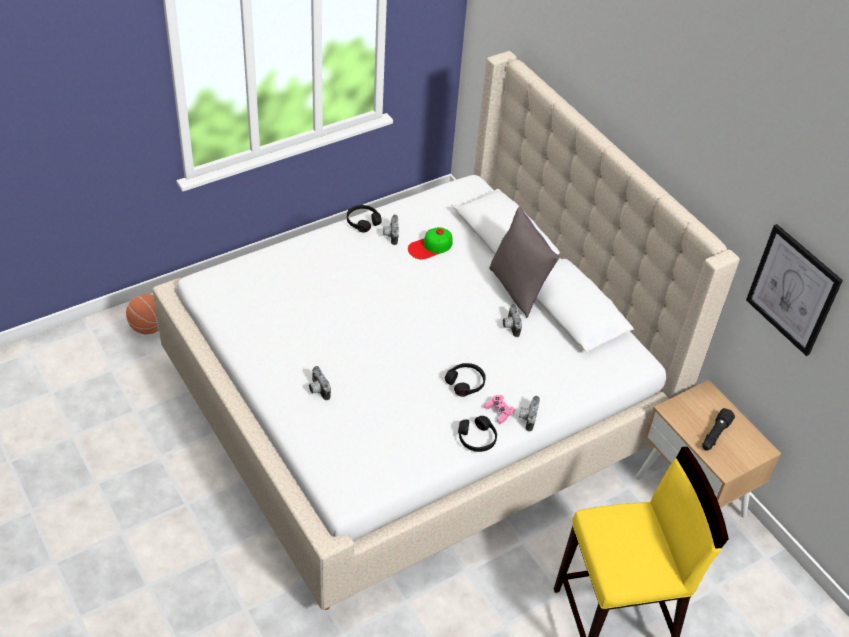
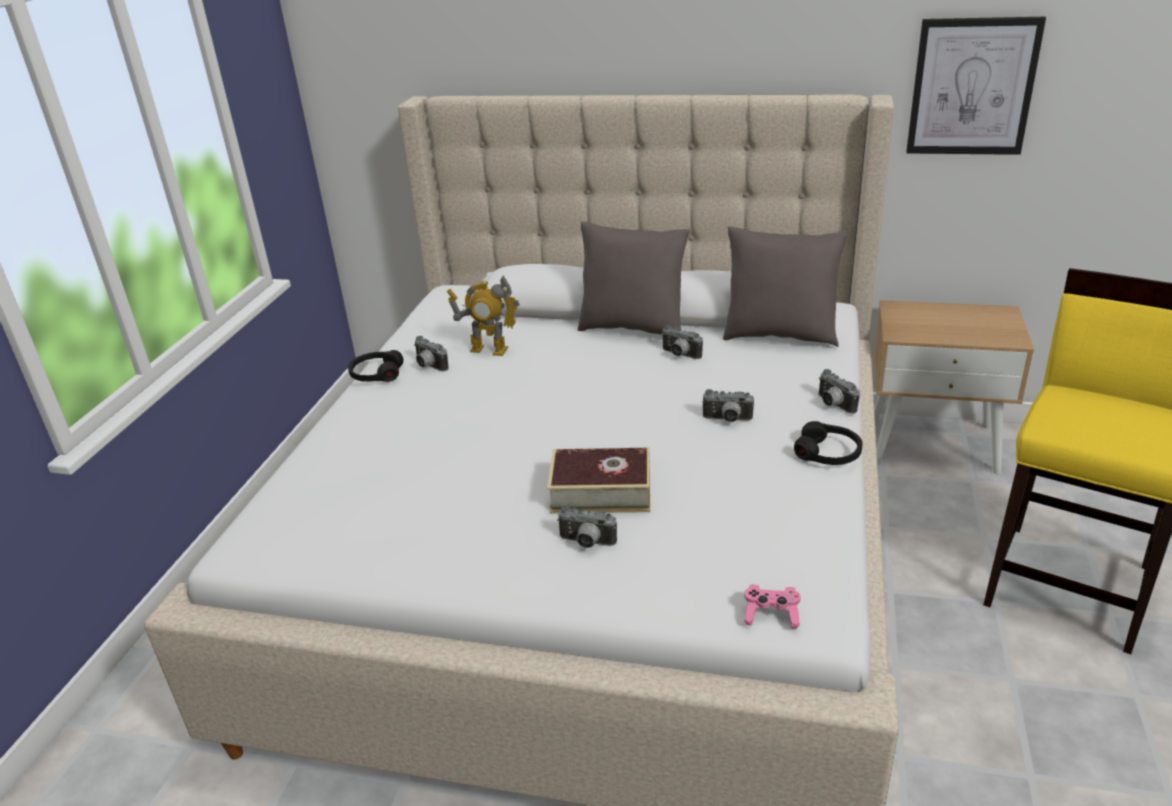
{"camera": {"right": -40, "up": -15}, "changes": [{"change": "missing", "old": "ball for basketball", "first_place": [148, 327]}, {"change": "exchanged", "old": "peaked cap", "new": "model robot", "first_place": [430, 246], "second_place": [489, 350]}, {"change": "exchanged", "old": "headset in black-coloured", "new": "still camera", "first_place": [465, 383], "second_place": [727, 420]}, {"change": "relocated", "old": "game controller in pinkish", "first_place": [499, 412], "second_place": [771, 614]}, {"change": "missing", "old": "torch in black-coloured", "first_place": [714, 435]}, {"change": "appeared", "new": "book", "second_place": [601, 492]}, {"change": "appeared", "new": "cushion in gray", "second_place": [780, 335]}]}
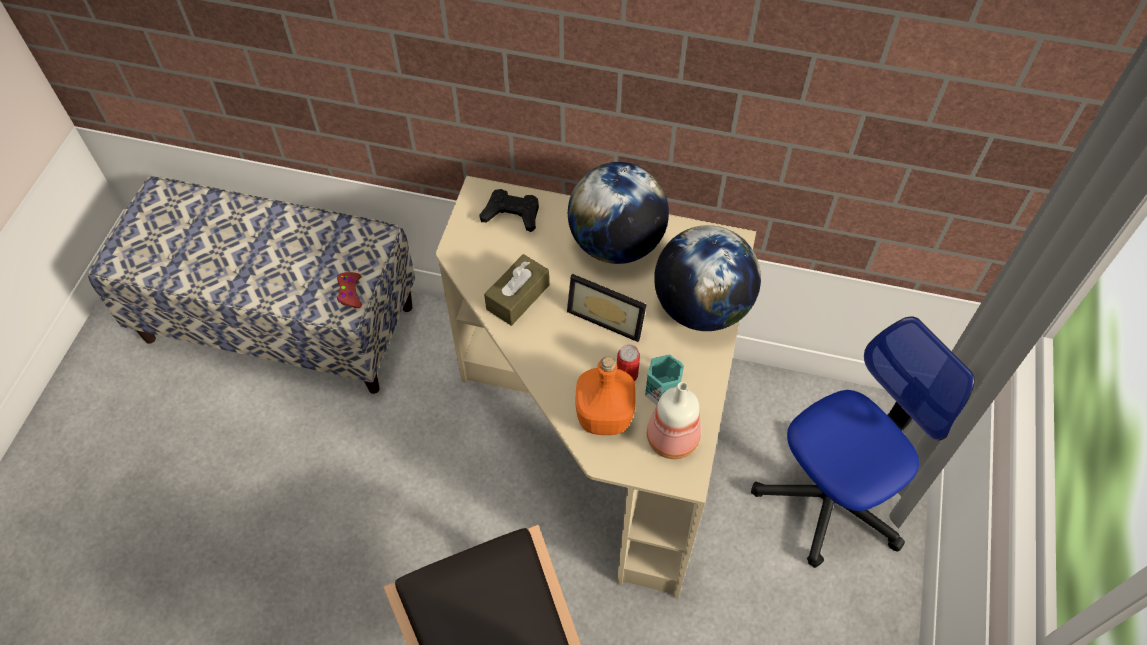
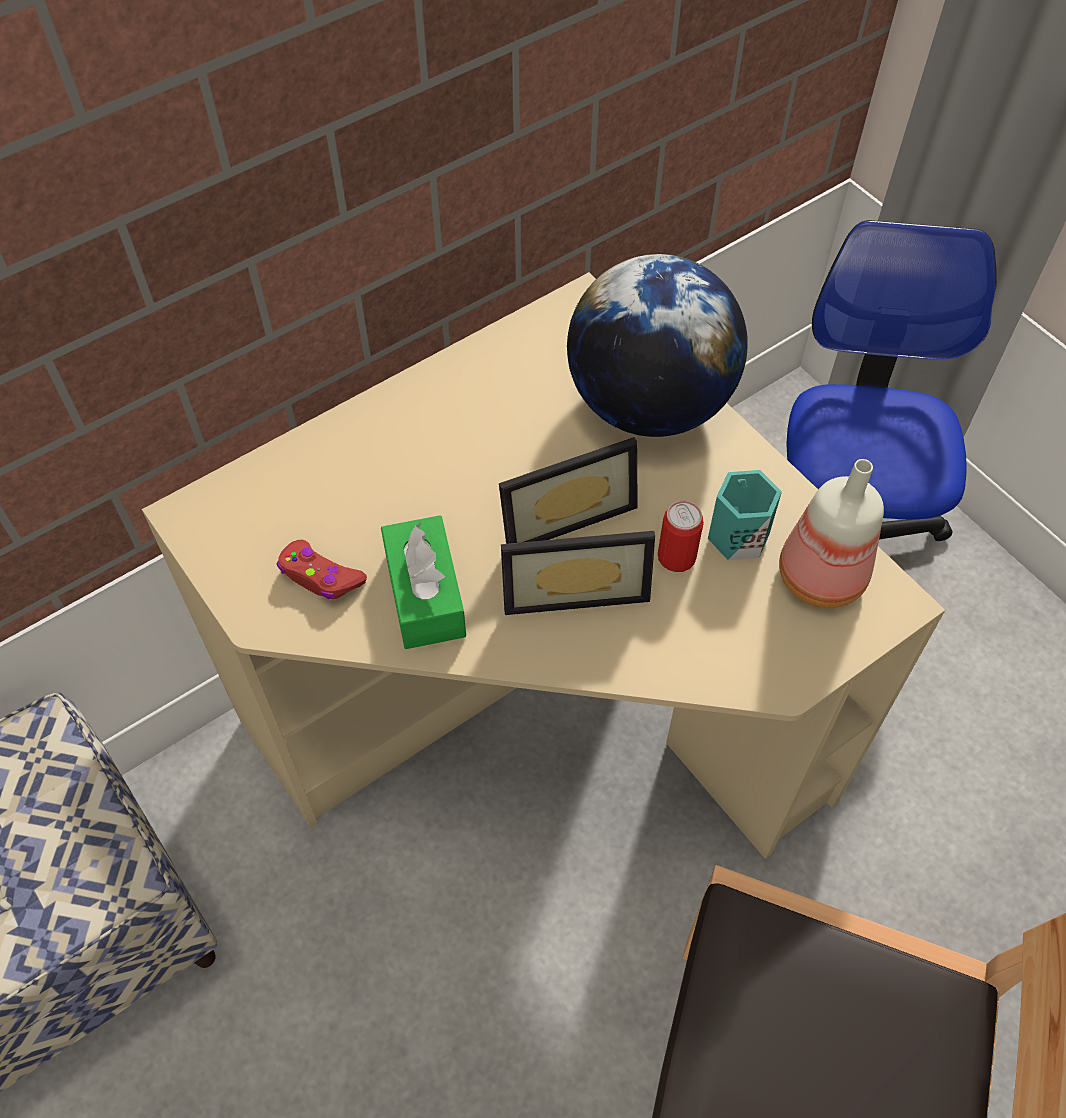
{"camera": {"right": -50, "up": 0}, "changes": [{"change": "relocated", "old": "game controller in red", "first_place": [350, 293], "second_place": [320, 577]}, {"change": "missing", "old": "game controller in black-coloured", "first_place": [512, 214]}, {"change": "colour", "old": "tissue box in brownish", "new": "tissue box in green-coloured", "first_place": [518, 297], "second_place": [425, 594]}, {"change": "missing", "old": "world globe", "first_place": [616, 244]}, {"change": "missing", "old": "beverage bottle in orange-coloured", "first_place": [604, 418]}, {"change": "appeared", "new": "photo frame", "second_place": [574, 585]}]}
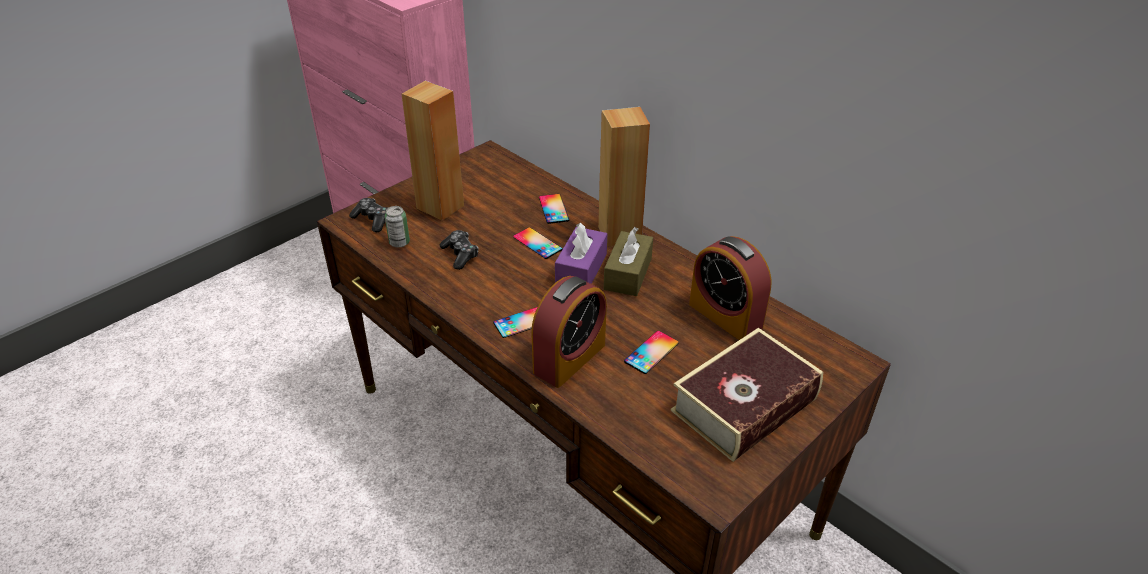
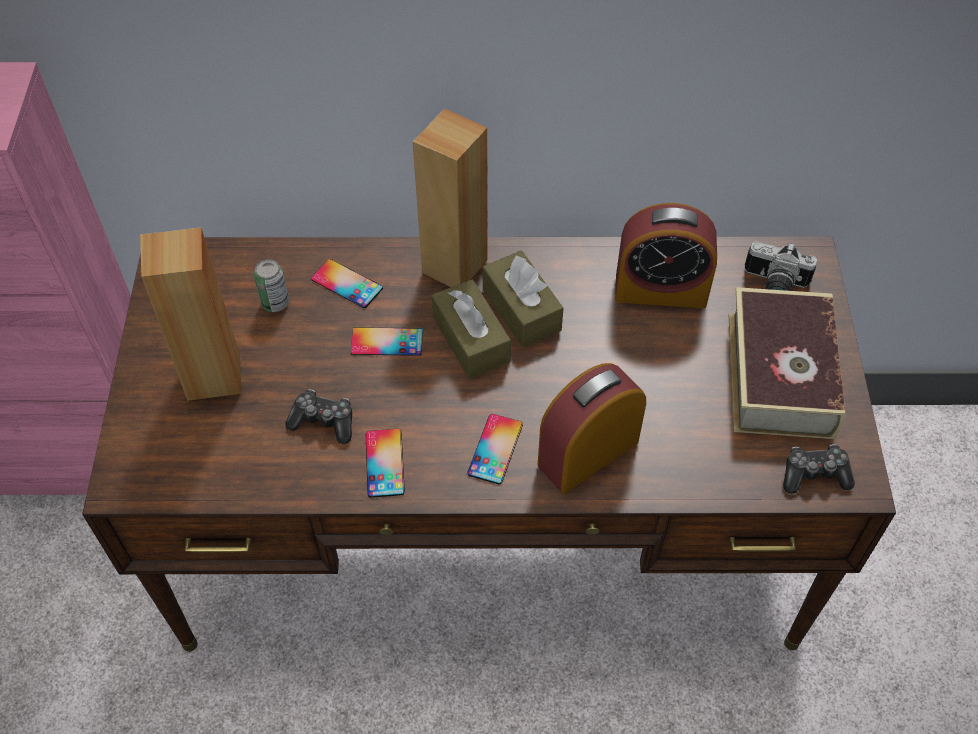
{"camera": {"right": -45, "up": 15}, "changes": [{"change": "relocated", "old": "game controller", "first_place": [373, 220], "second_place": [814, 474]}, {"change": "relocated", "old": "can", "first_place": [399, 242], "second_place": [275, 303]}, {"change": "spun", "old": "alarm clock", "first_place": [569, 358], "second_place": [588, 453], "degrees": -120}, {"change": "colour", "old": "tissue box in purple", "new": "tissue box in brownish", "first_place": [581, 269], "second_place": [471, 339]}, {"change": "relocated", "old": "phone", "first_place": [651, 352], "second_place": [384, 463]}, {"change": "appeared", "new": "still camera", "second_place": [774, 285]}]}
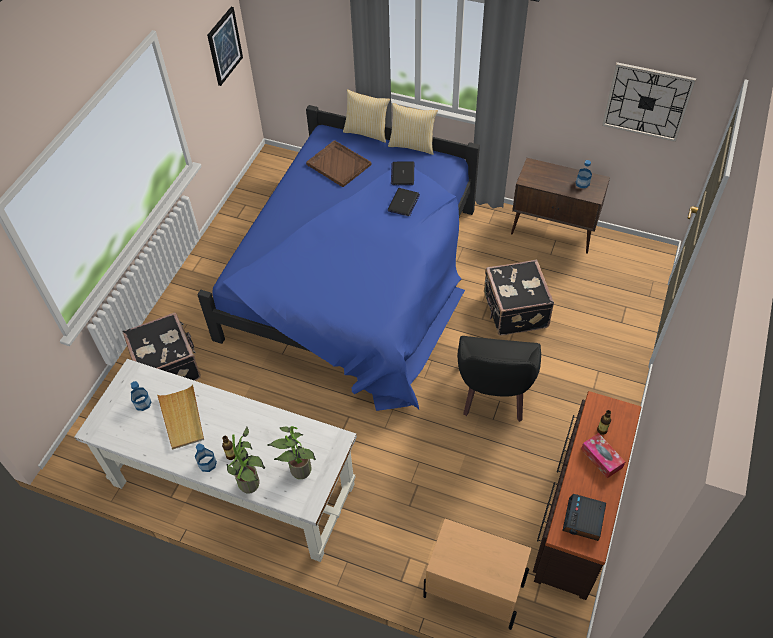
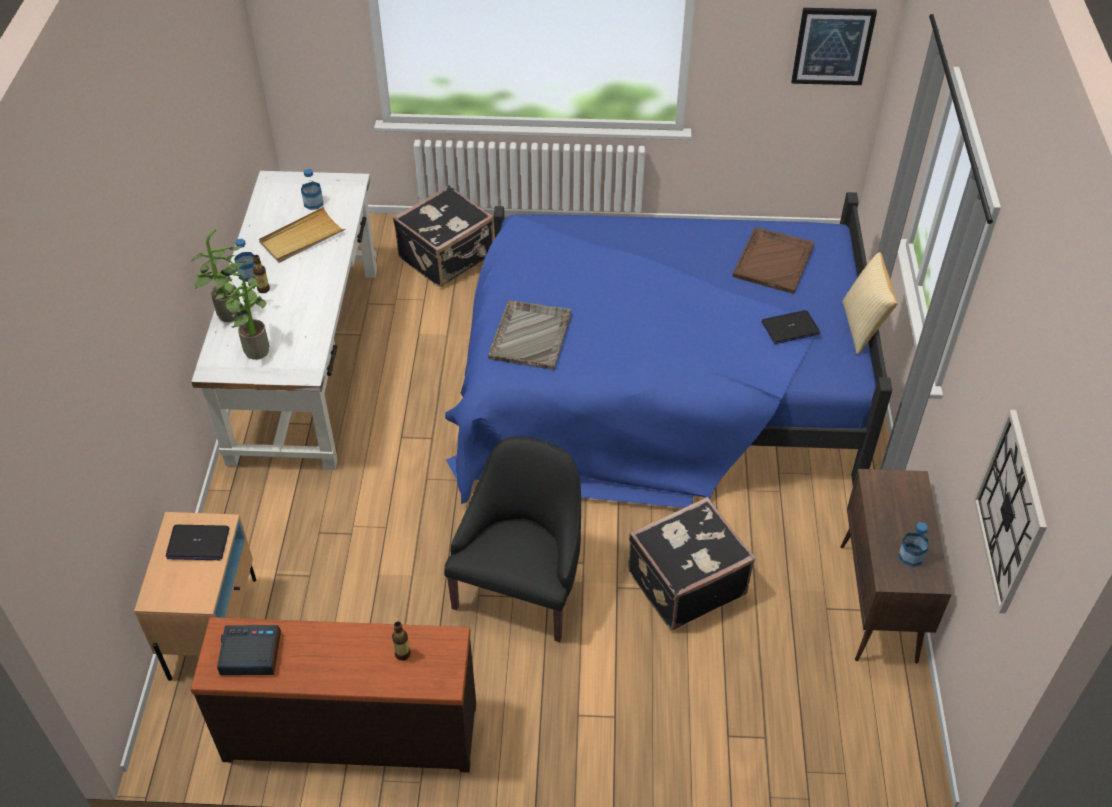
{"camera": {"right": 70, "up": -5}, "changes": [{"change": "missing", "old": "cushion", "first_place": [367, 132]}, {"change": "relocated", "old": "laptop", "first_place": [403, 203], "second_place": [197, 543]}, {"change": "spun", "old": "easy chair in black-coloured", "first_place": [494, 394], "second_place": [522, 587], "degrees": 120}, {"change": "missing", "old": "tissue box", "first_place": [601, 458]}, {"change": "appeared", "new": "carrying tray in gray", "second_place": [531, 335]}]}
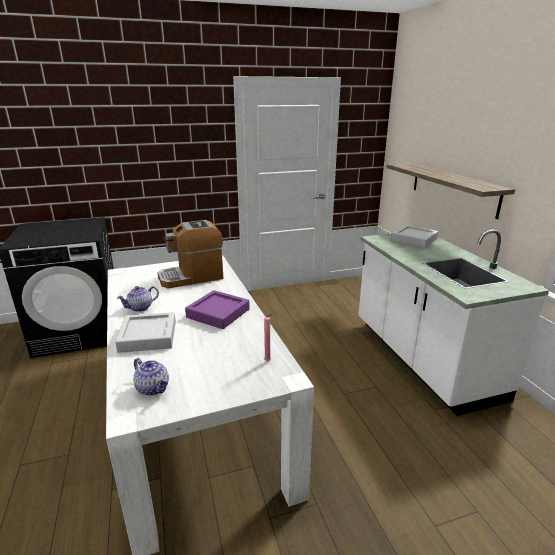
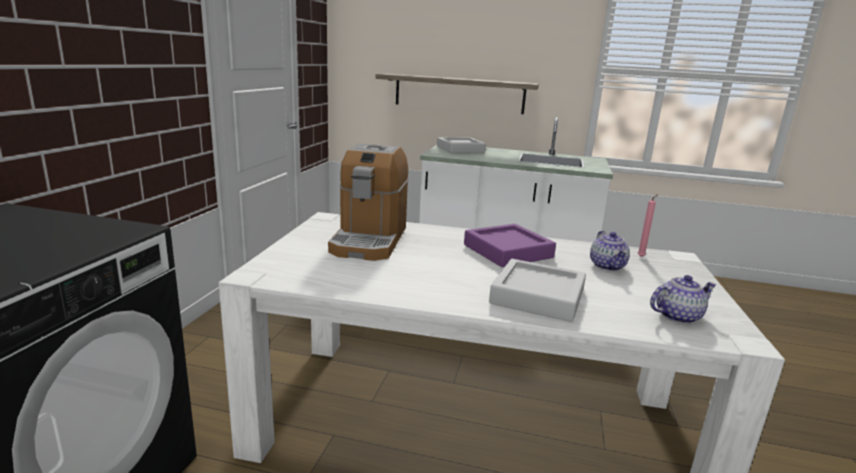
{"camera": {"right": -60, "up": -5}, "changes": [{"change": "relocated", "old": "teapot", "first_place": [140, 308], "second_place": [608, 266]}]}
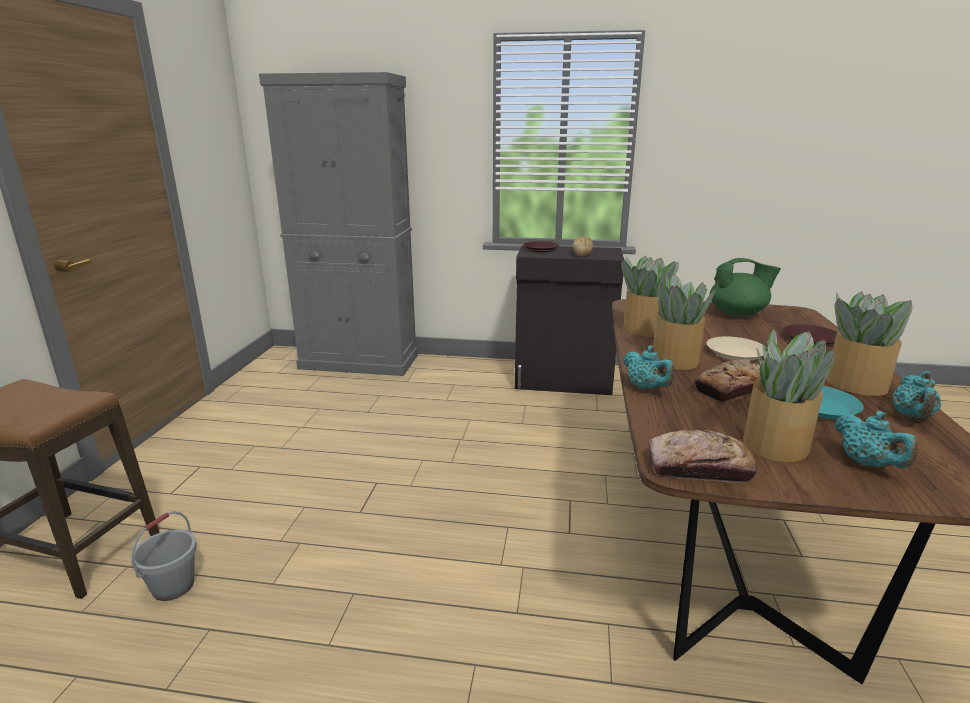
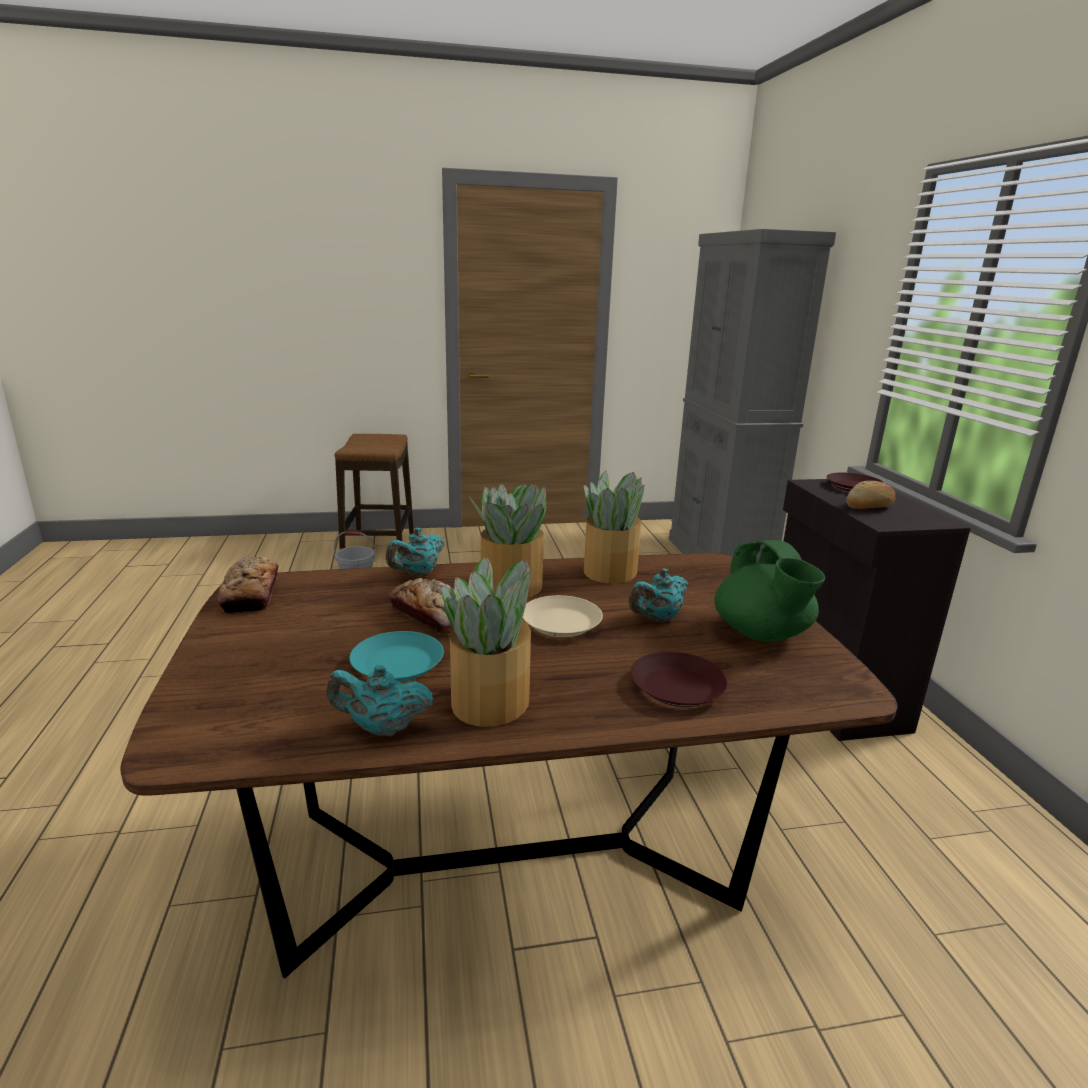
{"camera": {"right": 70, "up": 0}, "changes": [{"change": "missing", "old": "houseplant", "first_place": [776, 443]}, {"change": "relocated", "old": "teapot in blue-green", "first_place": [867, 464], "second_place": [657, 619]}]}
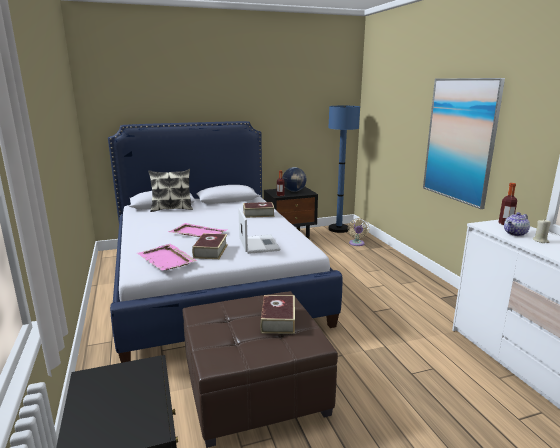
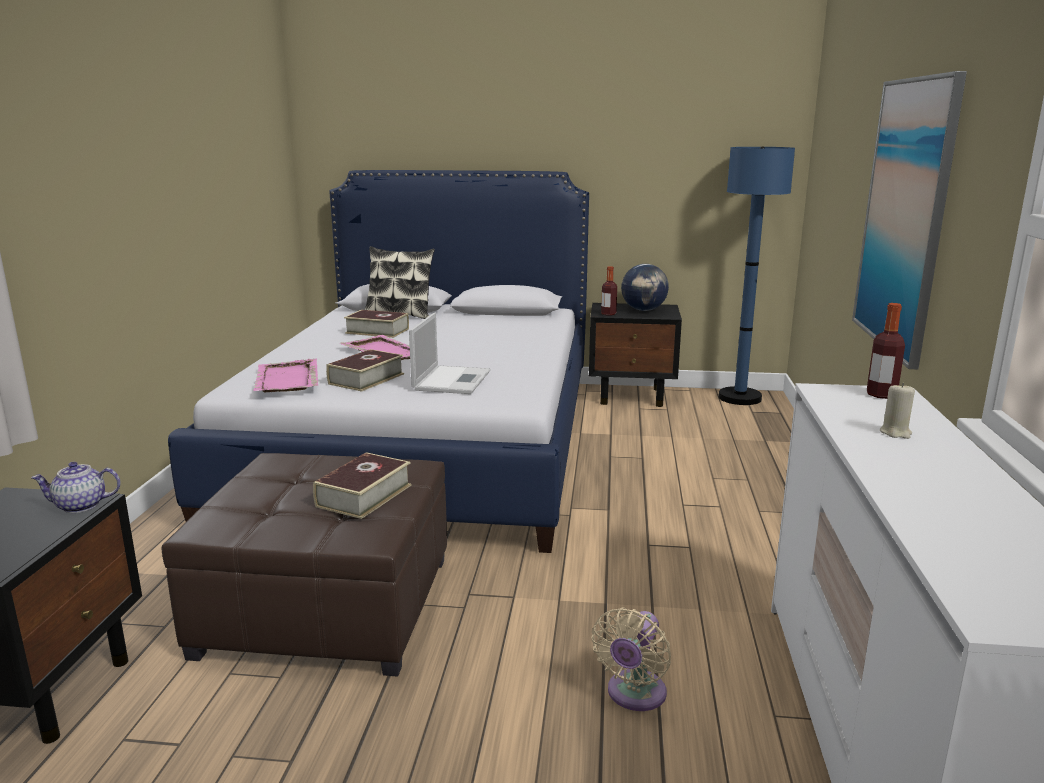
{"camera": {"right": 25, "up": 0}, "changes": [{"change": "relocated", "old": "book", "first_place": [258, 214], "second_place": [377, 331]}, {"change": "relocated", "old": "fan in beige", "first_place": [356, 244], "second_place": [634, 695]}, {"change": "relocated", "old": "teapot", "first_place": [515, 233], "second_place": [80, 506]}]}
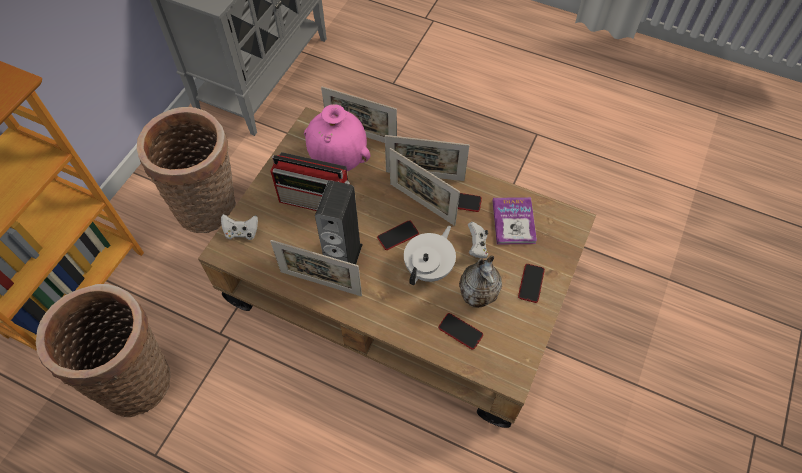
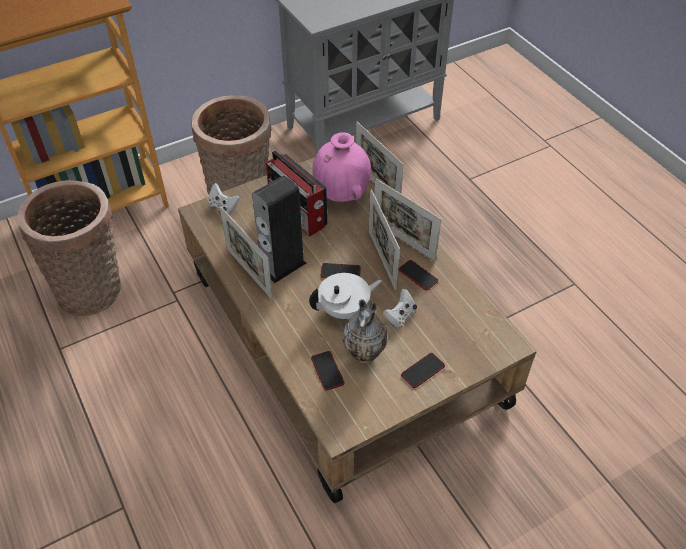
{"camera": {"right": 35, "up": -10}, "changes": [{"change": "missing", "old": "book", "first_place": [513, 221]}]}
